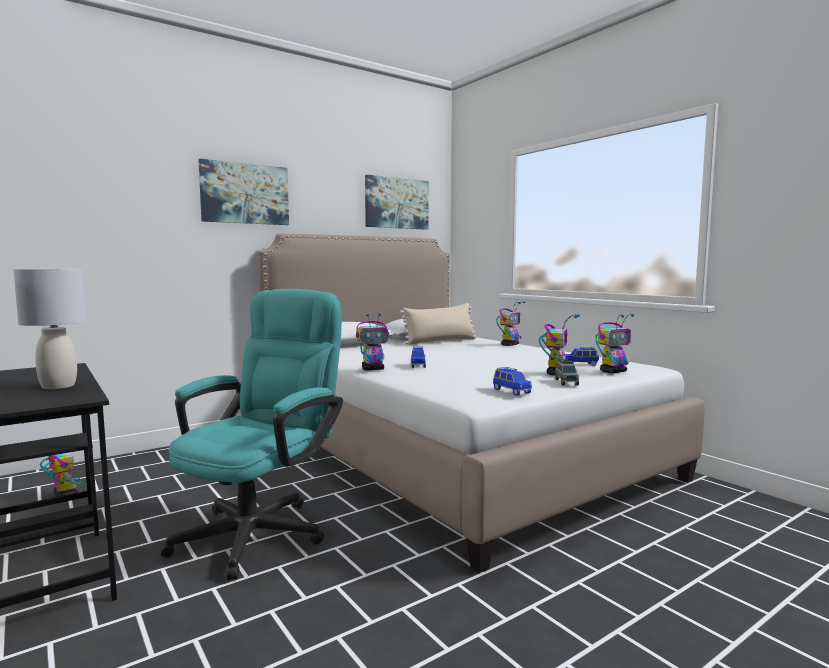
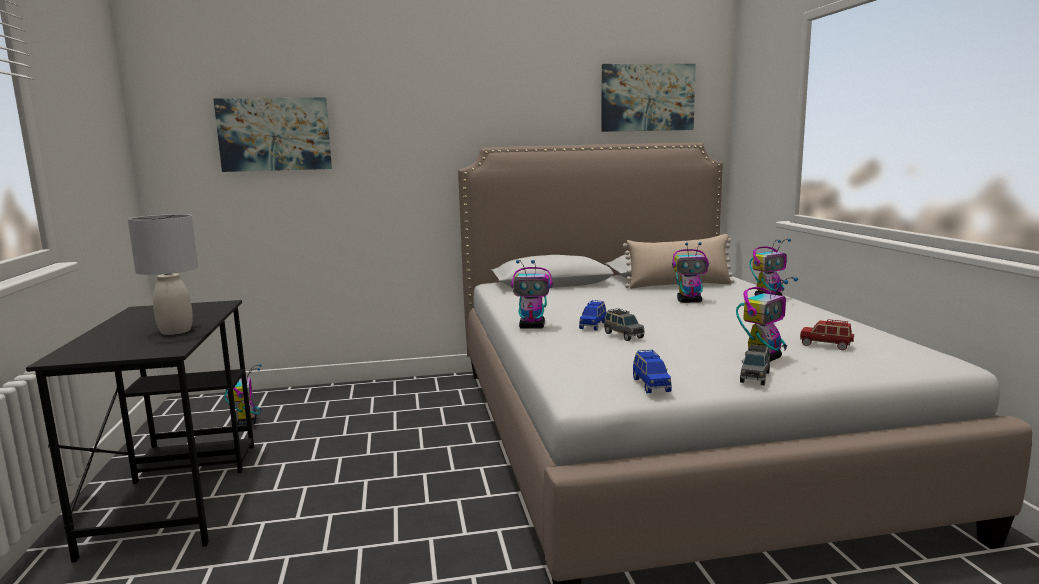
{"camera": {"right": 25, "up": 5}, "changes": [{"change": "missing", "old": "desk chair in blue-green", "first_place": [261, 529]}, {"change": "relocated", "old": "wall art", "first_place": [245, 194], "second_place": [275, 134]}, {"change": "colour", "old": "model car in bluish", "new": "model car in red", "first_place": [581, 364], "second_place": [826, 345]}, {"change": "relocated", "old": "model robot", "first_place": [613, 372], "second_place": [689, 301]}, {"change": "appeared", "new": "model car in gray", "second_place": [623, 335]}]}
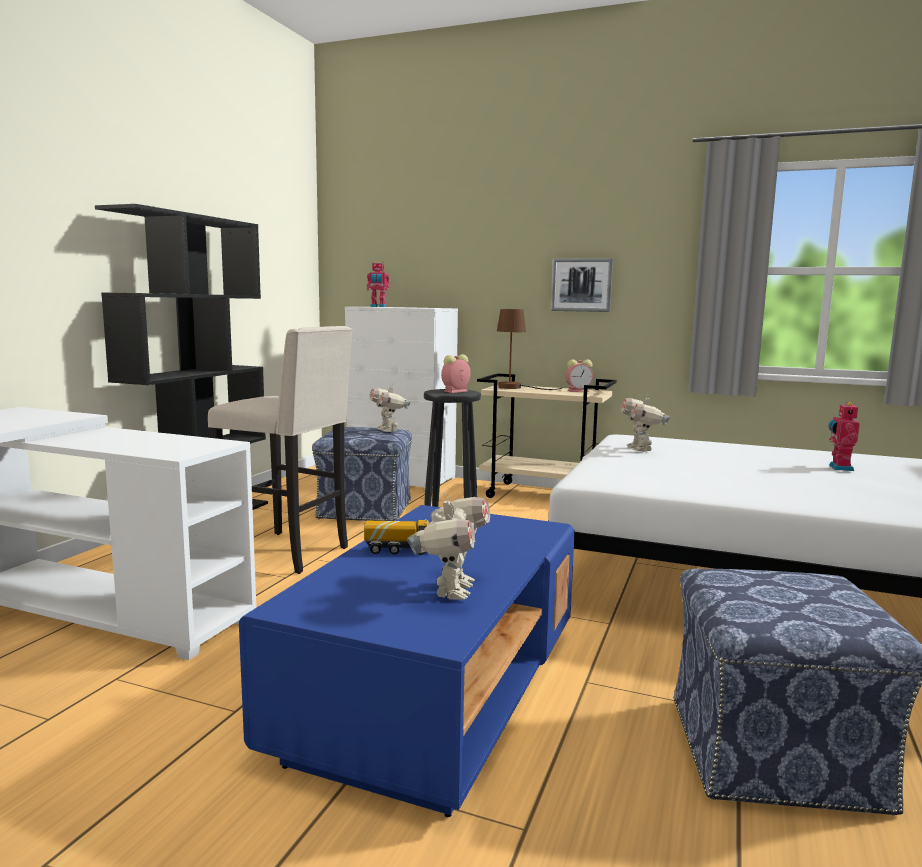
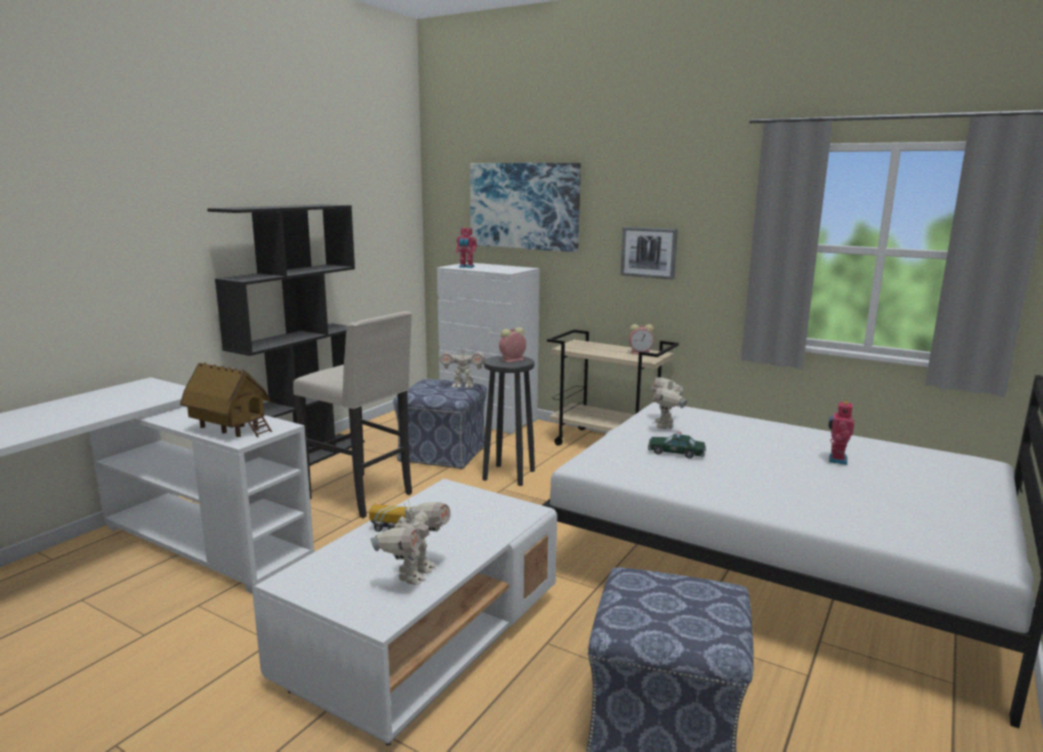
{"camera": {"right": 10, "up": 5}, "changes": [{"change": "colour", "old": "low table in bluish", "new": "low table in white-coloured", "first_place": [434, 690], "second_place": [423, 638]}, {"change": "spun", "old": "model robot", "first_place": [388, 430], "second_place": [463, 386], "degrees": -75}, {"change": "missing", "old": "lamp for a table in brownish", "first_place": [517, 387]}, {"change": "appeared", "new": "model house", "second_place": [229, 430]}, {"change": "appeared", "new": "wall art", "second_place": [524, 206]}, {"change": "appeared", "new": "model car", "second_place": [676, 453]}]}
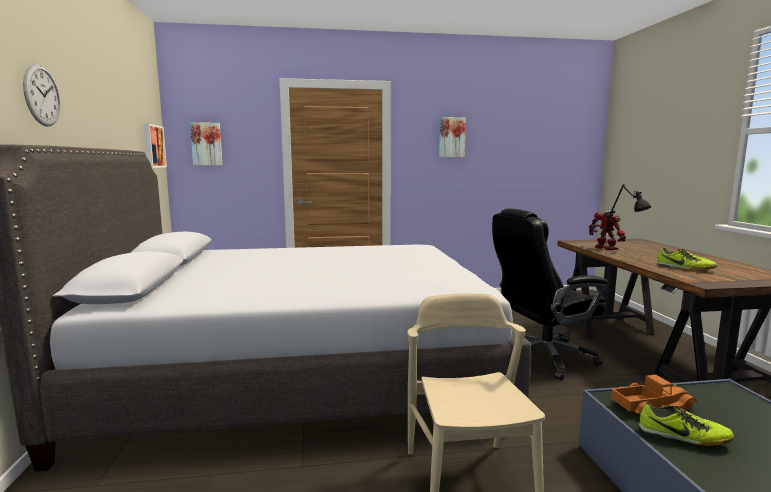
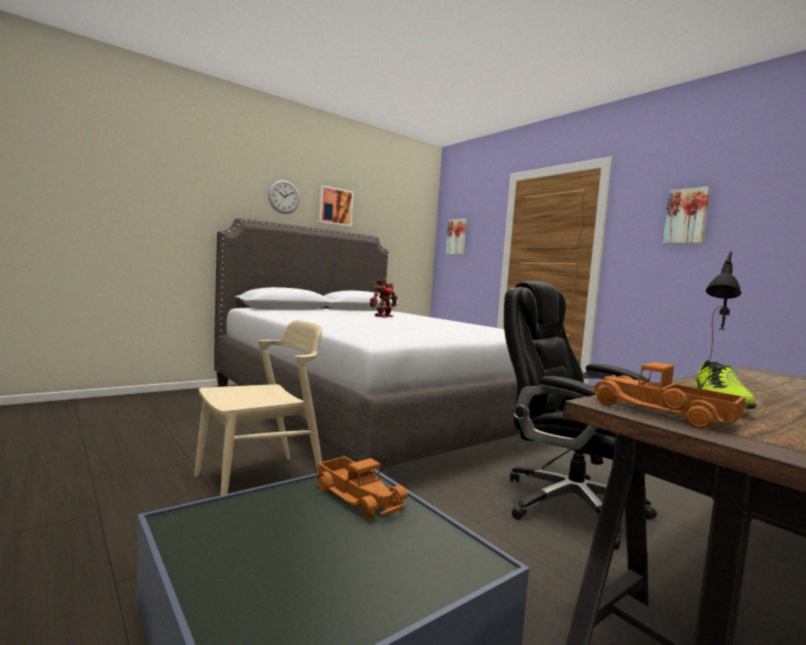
{"camera": {"right": 60, "up": -5}, "changes": [{"change": "relocated", "old": "wall art", "first_place": [152, 146], "second_place": [335, 206]}, {"change": "relocated", "old": "model robot", "first_place": [605, 248], "second_place": [382, 316]}, {"change": "missing", "old": "shoe", "first_place": [683, 437]}, {"change": "appeared", "new": "toy truck", "second_place": [661, 413]}]}
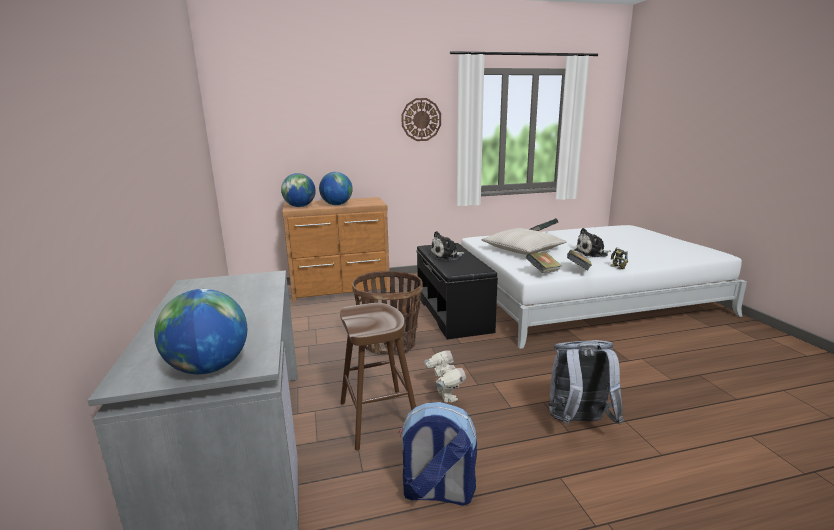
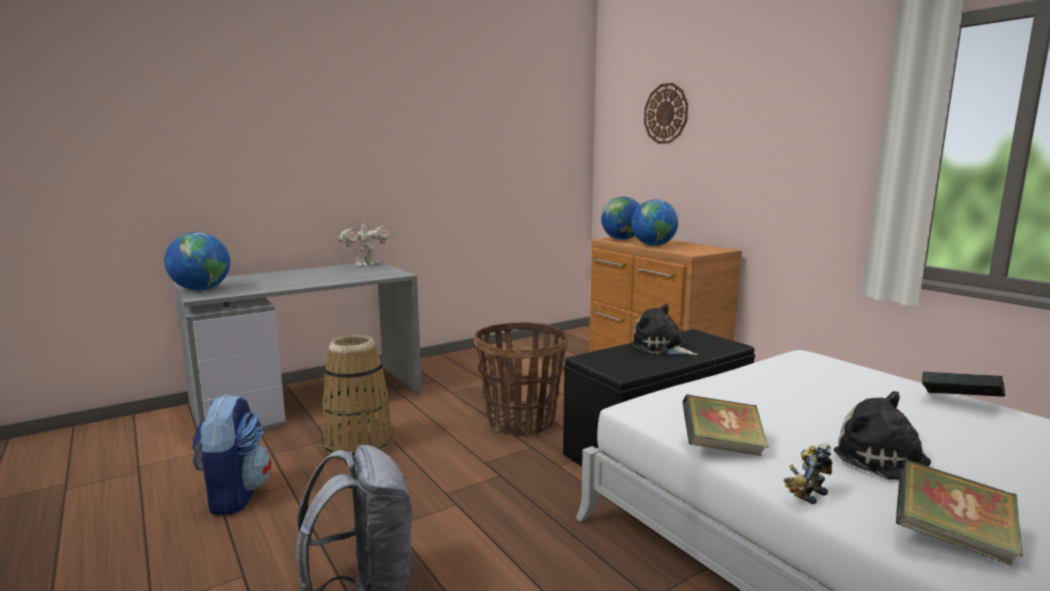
{"camera": {"right": 70, "up": -5}, "changes": [{"change": "exchanged", "old": "stool seat in brownish", "new": "household basket", "first_place": [379, 418], "second_place": [358, 445]}, {"change": "relocated", "old": "clock on the wall", "first_place": [421, 119], "second_place": [666, 113]}, {"change": "relocated", "old": "model robot", "first_place": [445, 396], "second_place": [366, 265]}, {"change": "missing", "old": "cushion in beige", "first_place": [522, 250]}, {"change": "relocated", "old": "book", "first_place": [543, 272], "second_place": [951, 539]}]}
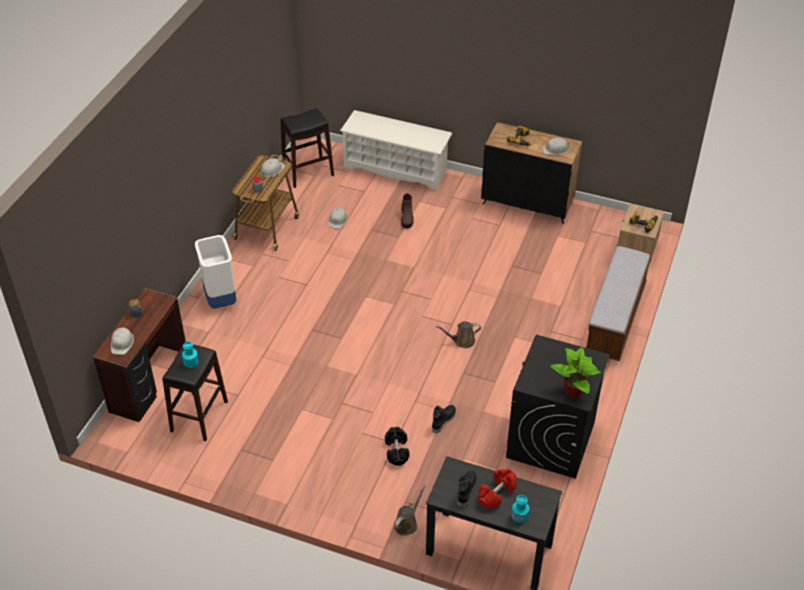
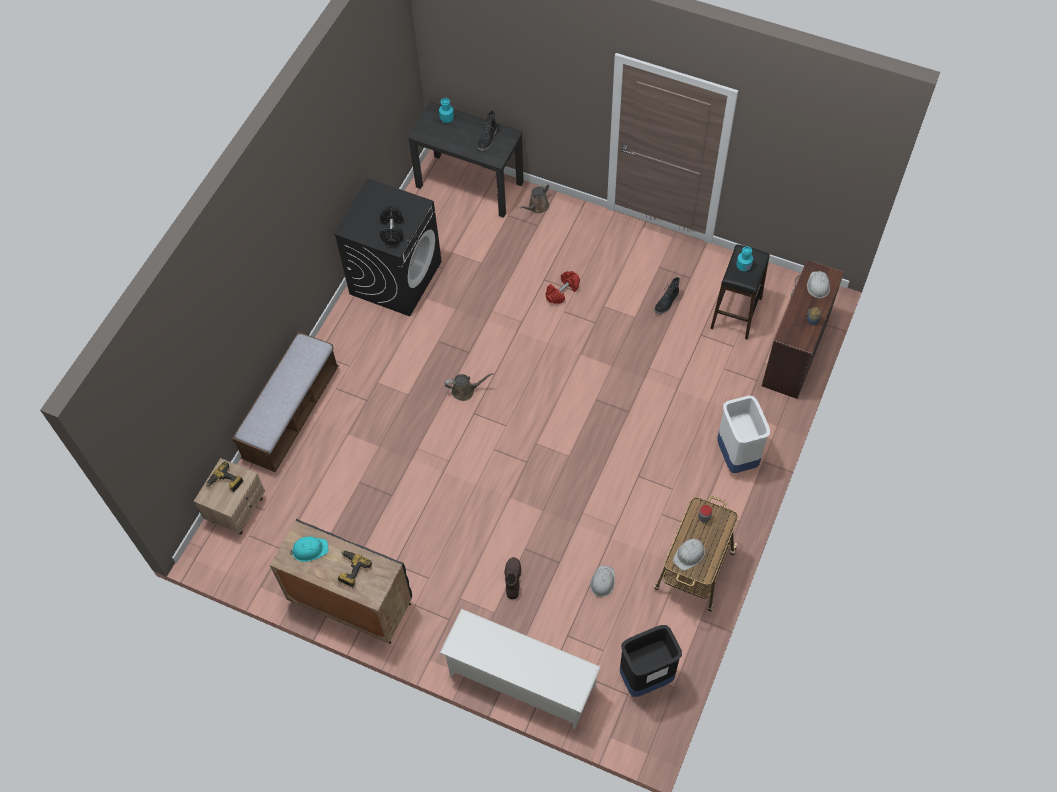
{"camera": {"right": -175, "up": 15}, "changes": [{"change": "exchanged", "old": "stool seat in black-coloured", "new": "trash can in black-coloured", "first_place": [308, 172], "second_place": [646, 678]}, {"change": "relocated", "old": "dumbbell in black-coloured", "first_place": [397, 451], "second_place": [392, 230]}, {"change": "relocated", "old": "boot in black-coloured", "first_place": [443, 420], "second_place": [667, 303]}, {"change": "relocated", "old": "dumbbell in red", "first_place": [496, 493], "second_place": [562, 292]}, {"change": "colour", "old": "safety helmet in white-coloured", "new": "safety helmet in blue-green", "first_place": [555, 149], "second_place": [309, 549]}, {"change": "missing", "old": "houseplant", "first_place": [574, 391]}]}
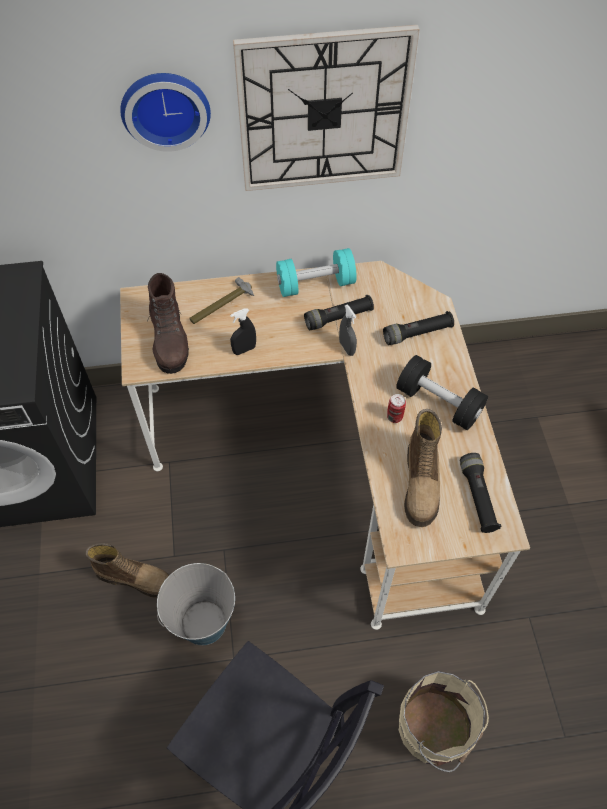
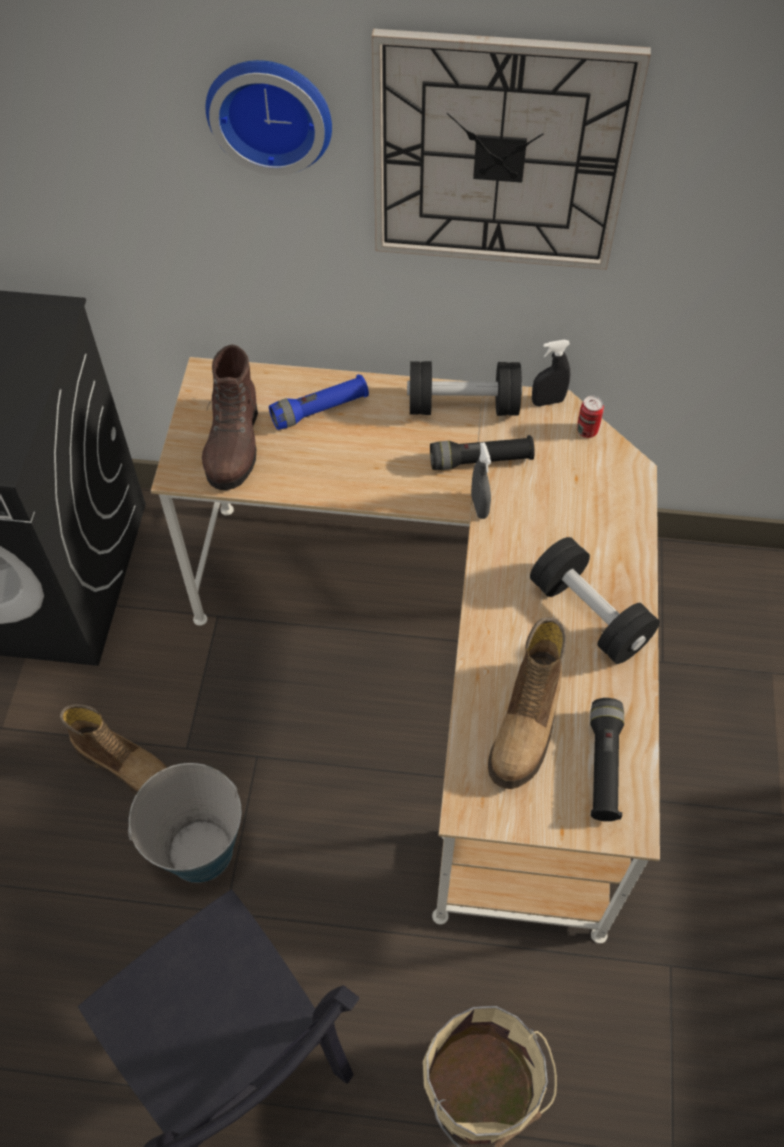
{"camera": {"right": 15, "up": 0}, "changes": [{"change": "exchanged", "old": "tool hammer", "new": "torch in bluish", "first_place": [221, 306], "second_place": [320, 410]}, {"change": "relocated", "old": "spray bottle in black-coloured", "first_place": [244, 349], "second_place": [548, 401]}, {"change": "colour", "old": "dumbbell in blue-green", "new": "dumbbell in black-coloured", "first_place": [315, 284], "second_place": [463, 406]}, {"change": "missing", "old": "torch in black-coloured", "first_place": [417, 333]}, {"change": "relocated", "old": "can", "first_place": [394, 417], "second_place": [587, 431]}]}
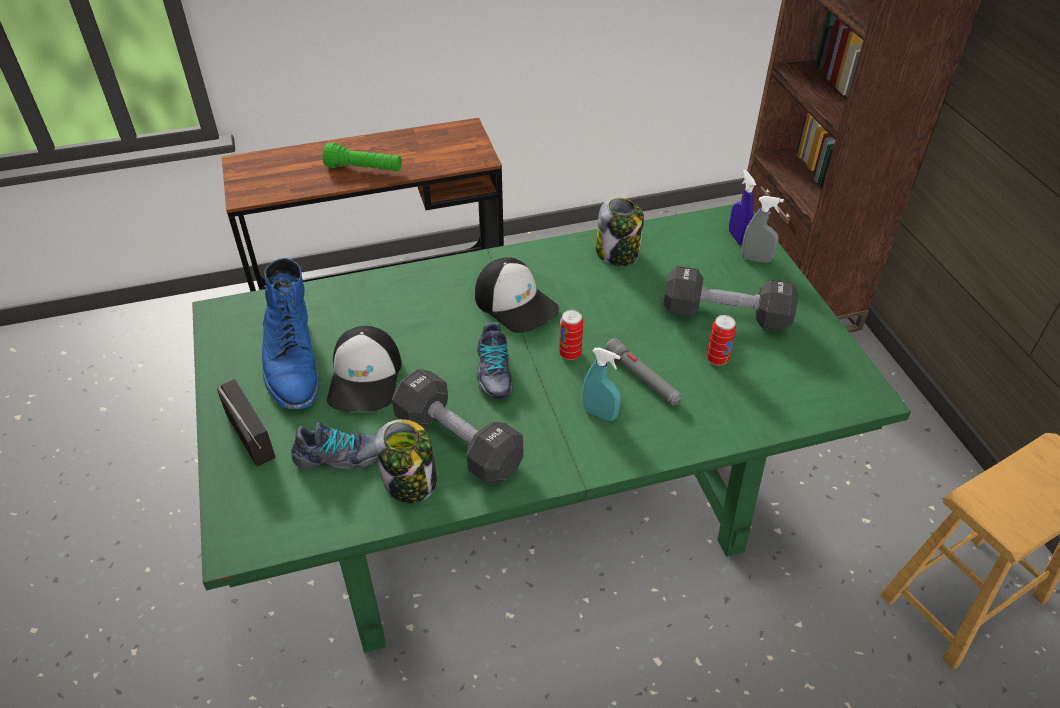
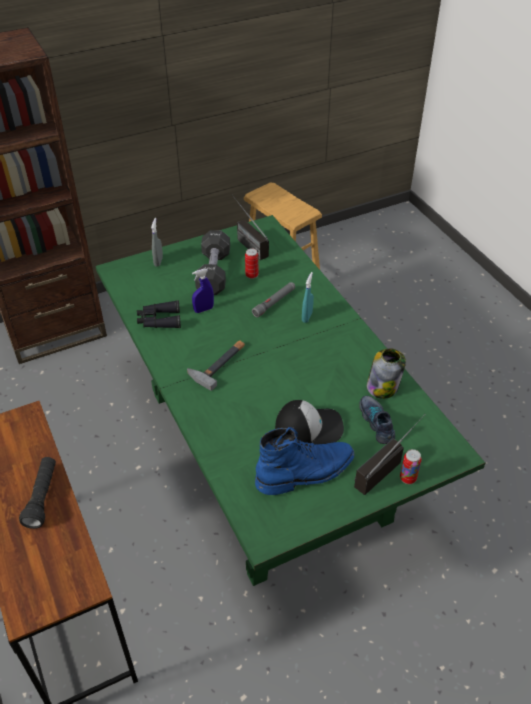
{"camera": {"right": -100, "up": 0}, "changes": [{"change": "colour", "old": "torch in green-coloured", "new": "torch in black-coloured", "first_place": [364, 169], "second_place": [42, 497]}, {"change": "missing", "old": "dumbbell in black-coloured", "first_place": [458, 442]}, {"change": "exchanged", "old": "peaked cap", "new": "tool hammer", "first_place": [516, 303], "second_place": [219, 363]}, {"change": "missing", "old": "shoe", "first_place": [493, 372]}, {"change": "relocated", "old": "can", "first_place": [570, 354], "second_place": [408, 478]}, {"change": "exchanged", "old": "storage jar", "new": "binoculars in black-coloured", "first_place": [618, 253], "second_place": [159, 320]}, {"change": "relocated", "old": "spray bottle in bluish", "first_place": [737, 238], "second_place": [203, 309]}, {"change": "appeared", "new": "radio set", "second_place": [245, 242]}]}
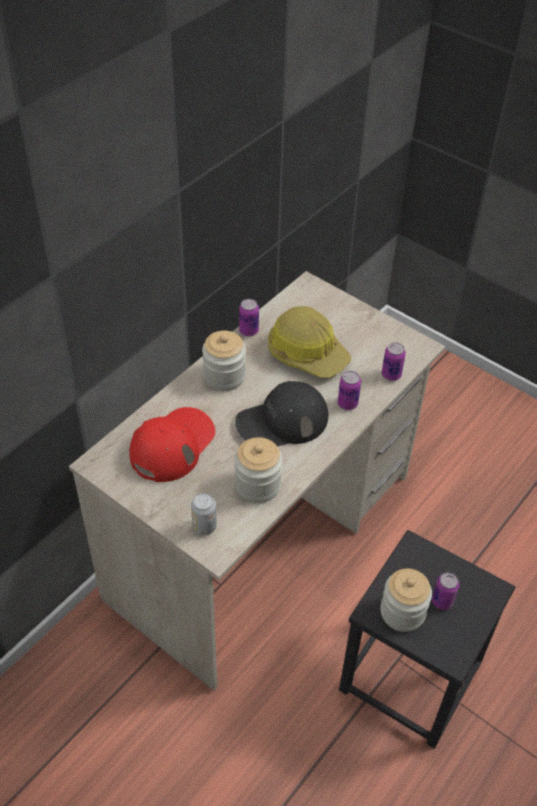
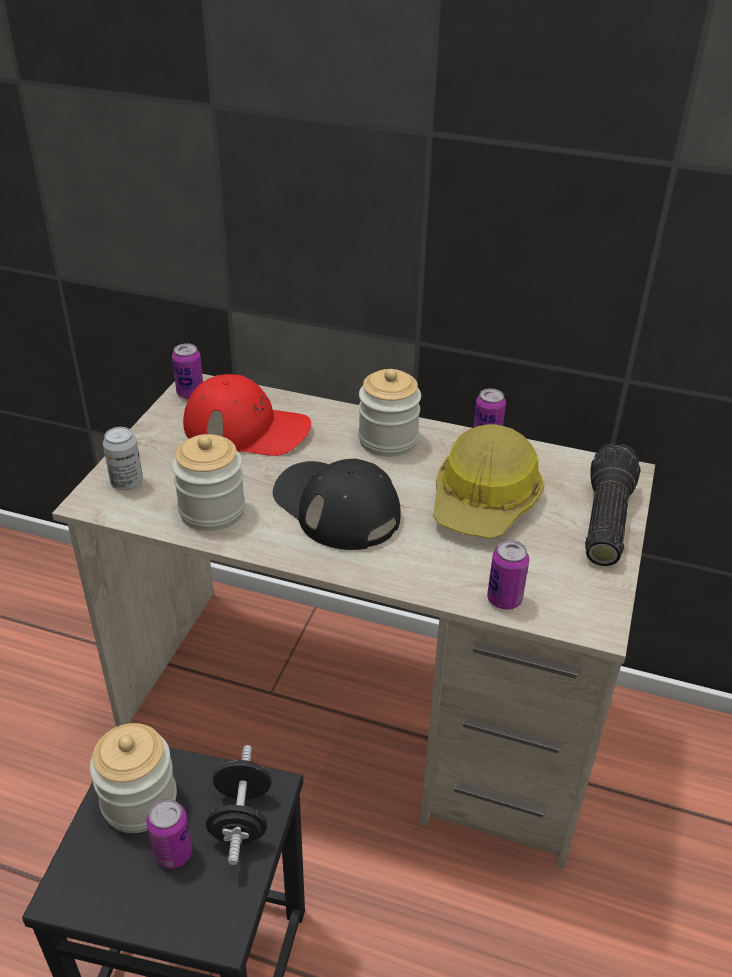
{"camera": {"right": 70, "up": -10}, "changes": [{"change": "relocated", "old": "can", "first_place": [347, 403], "second_place": [190, 394]}, {"change": "appeared", "new": "dumbbell in black-coloured", "second_place": [241, 818]}, {"change": "appeared", "new": "torch", "second_place": [603, 519]}]}
